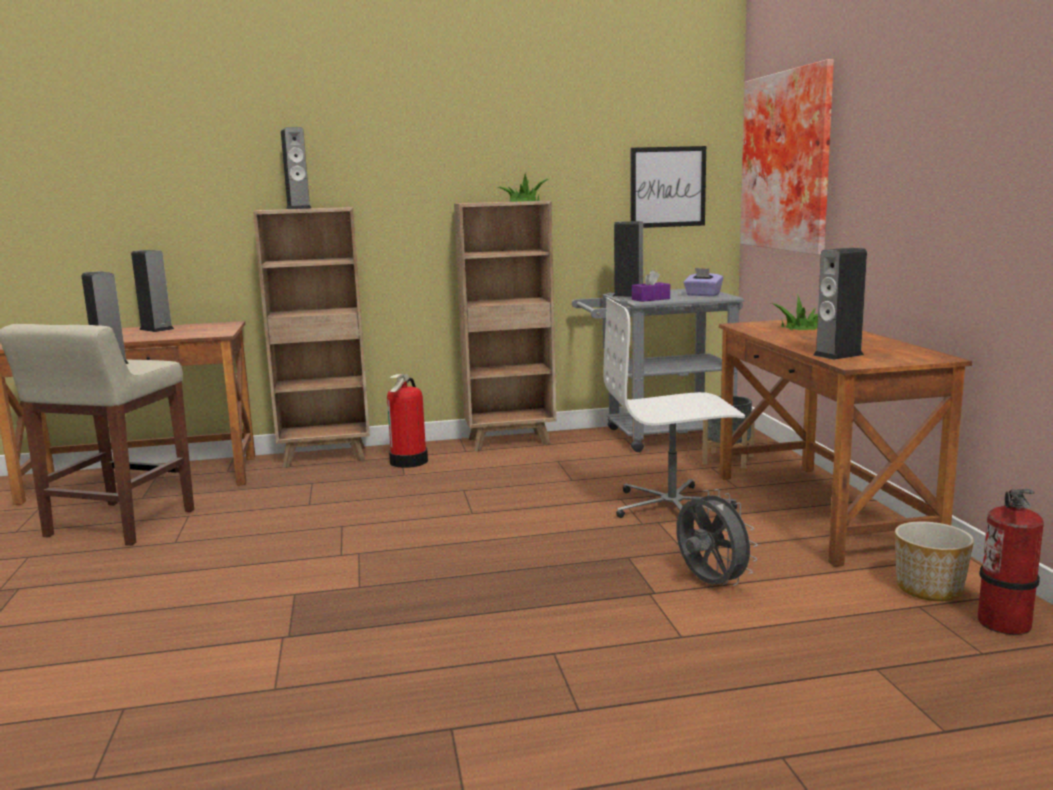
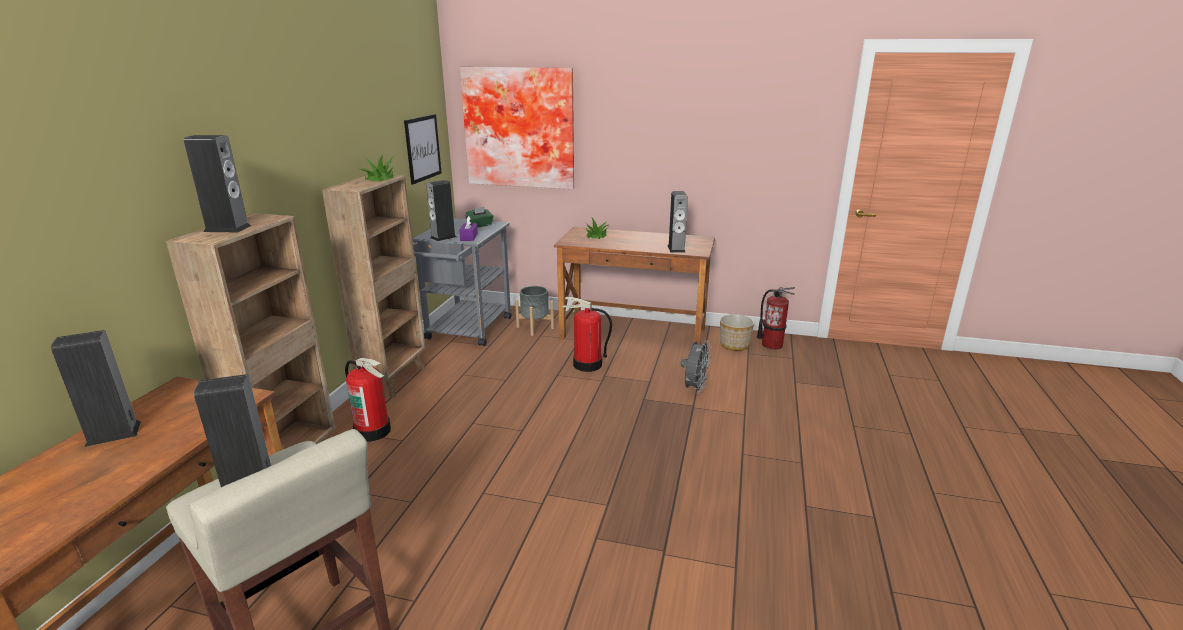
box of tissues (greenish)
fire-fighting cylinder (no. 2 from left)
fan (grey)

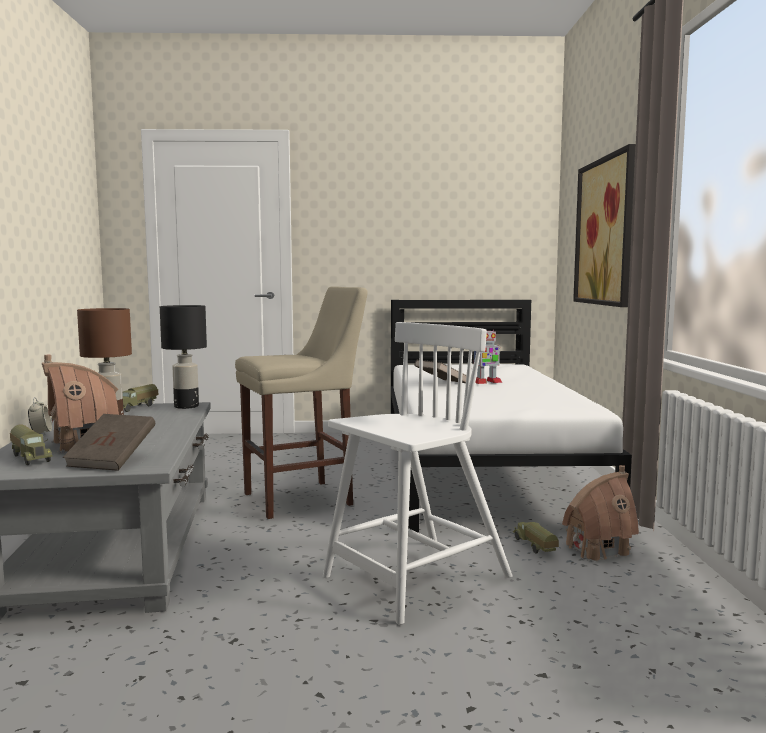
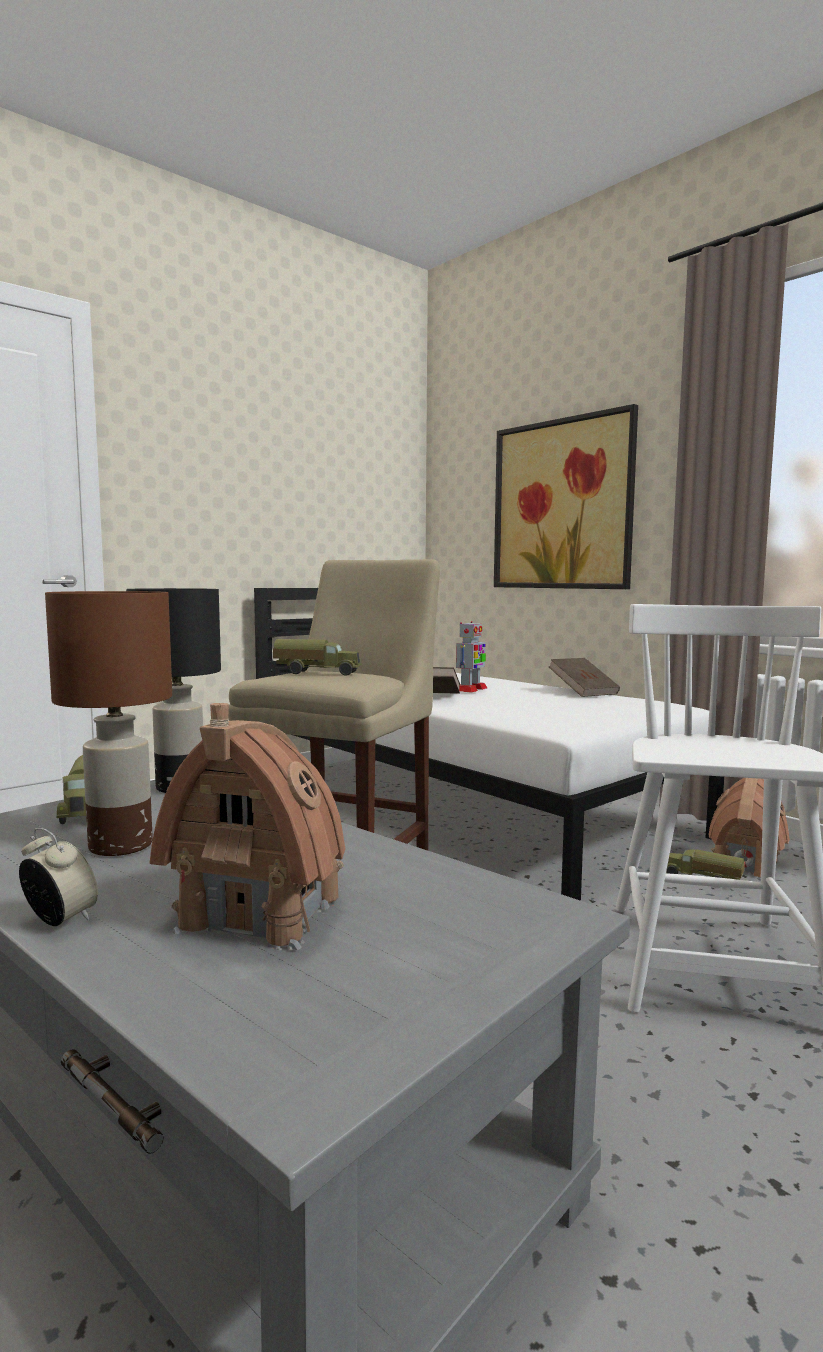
toy lorry (no. 2 from left)
volume (brown) (no. 2 from left)

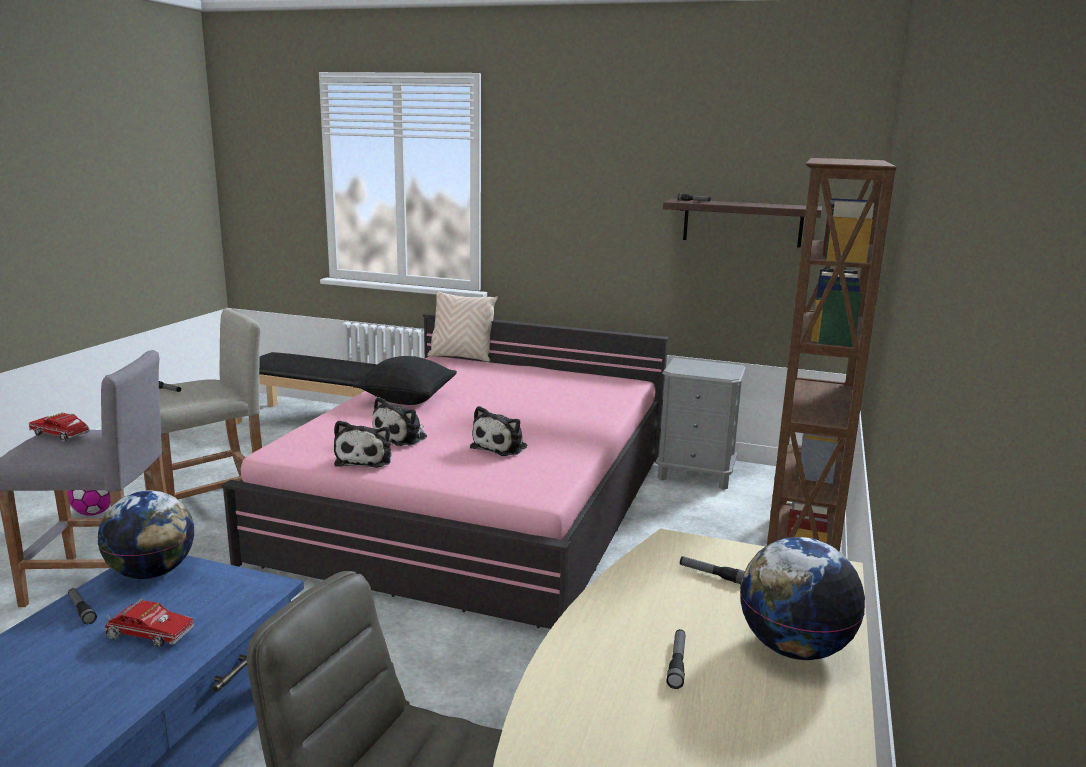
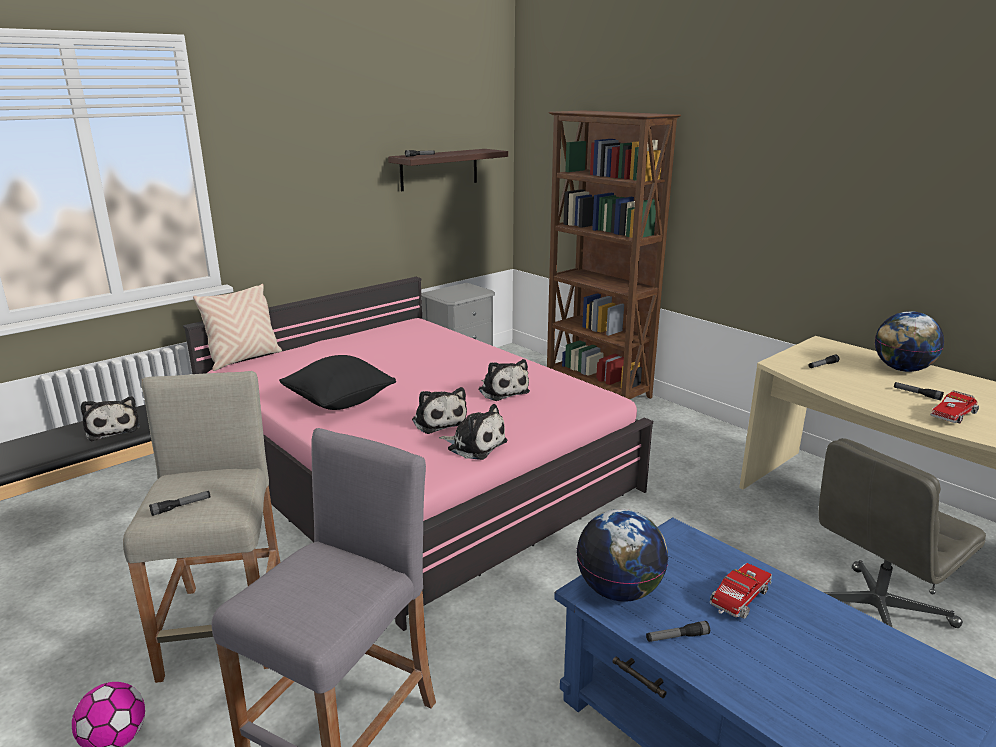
cuddly toy (no. 1 from left)
toy lorry (no. 2 from left)

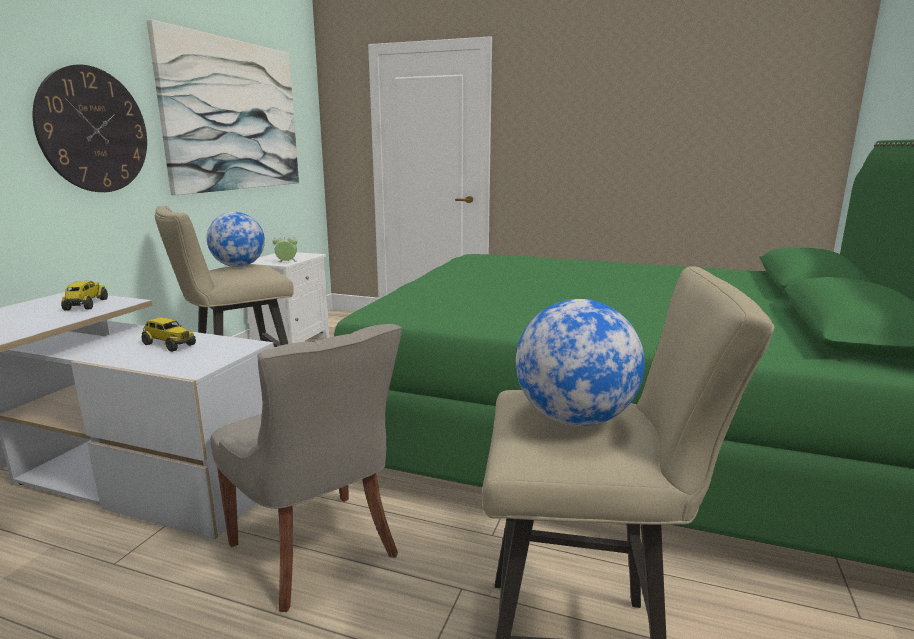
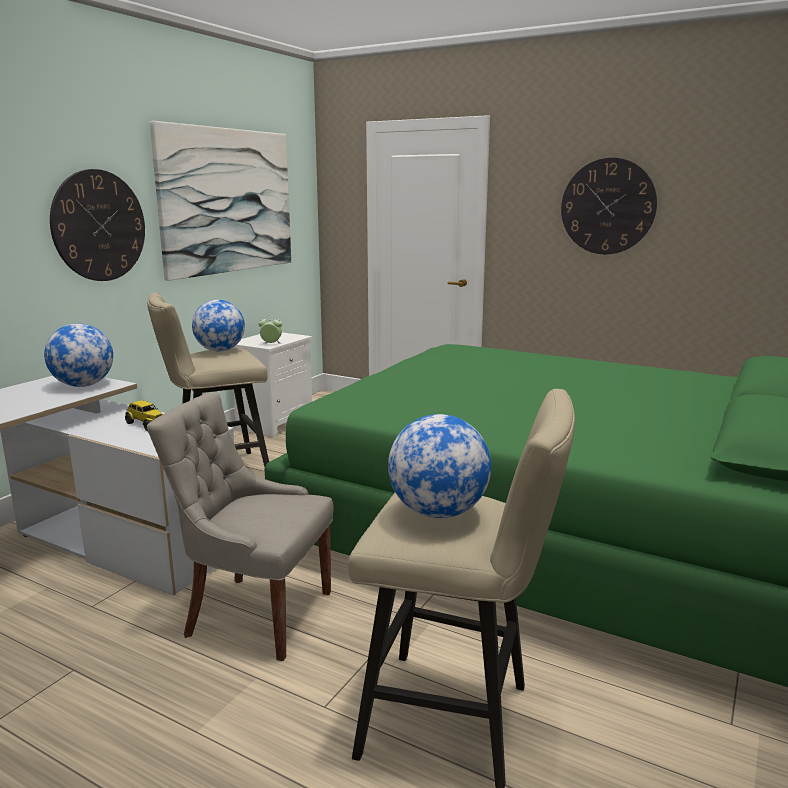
globe (no. 1 from left)
upright chair (grey)
clock on the wall (no. 2 from left)

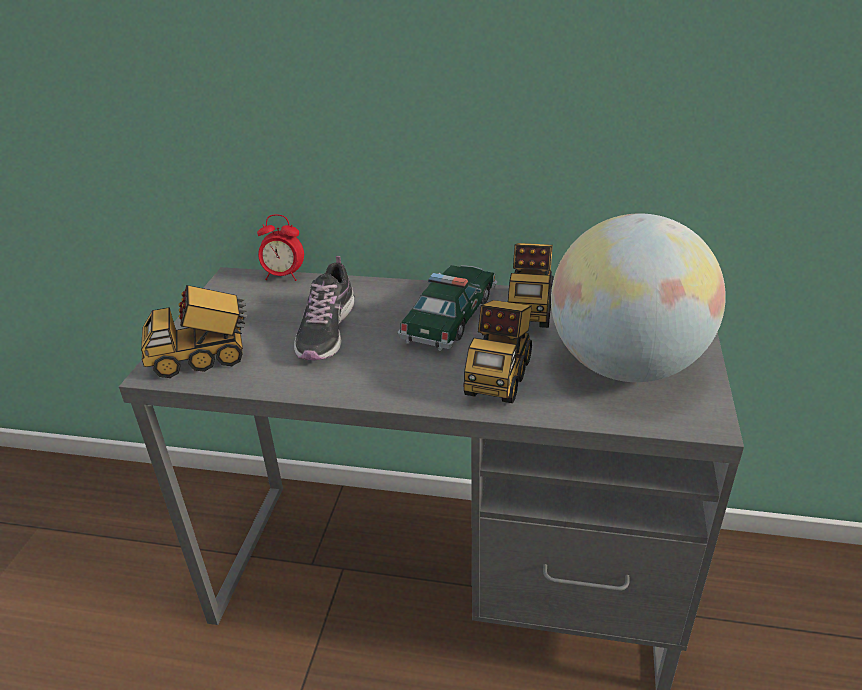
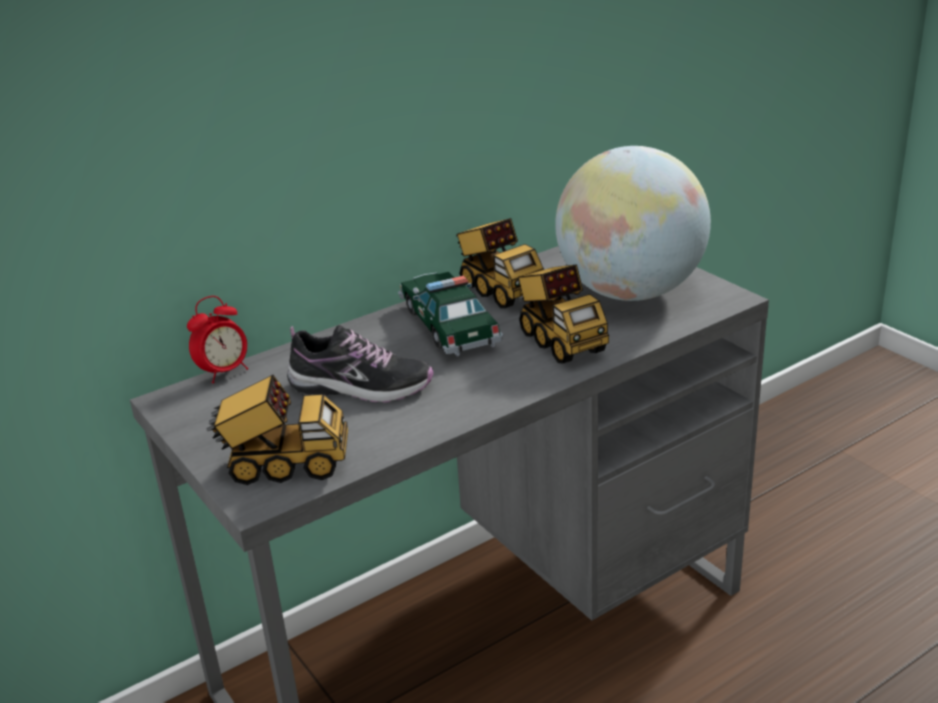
toy lorry (no. 1 from left)
low shoe

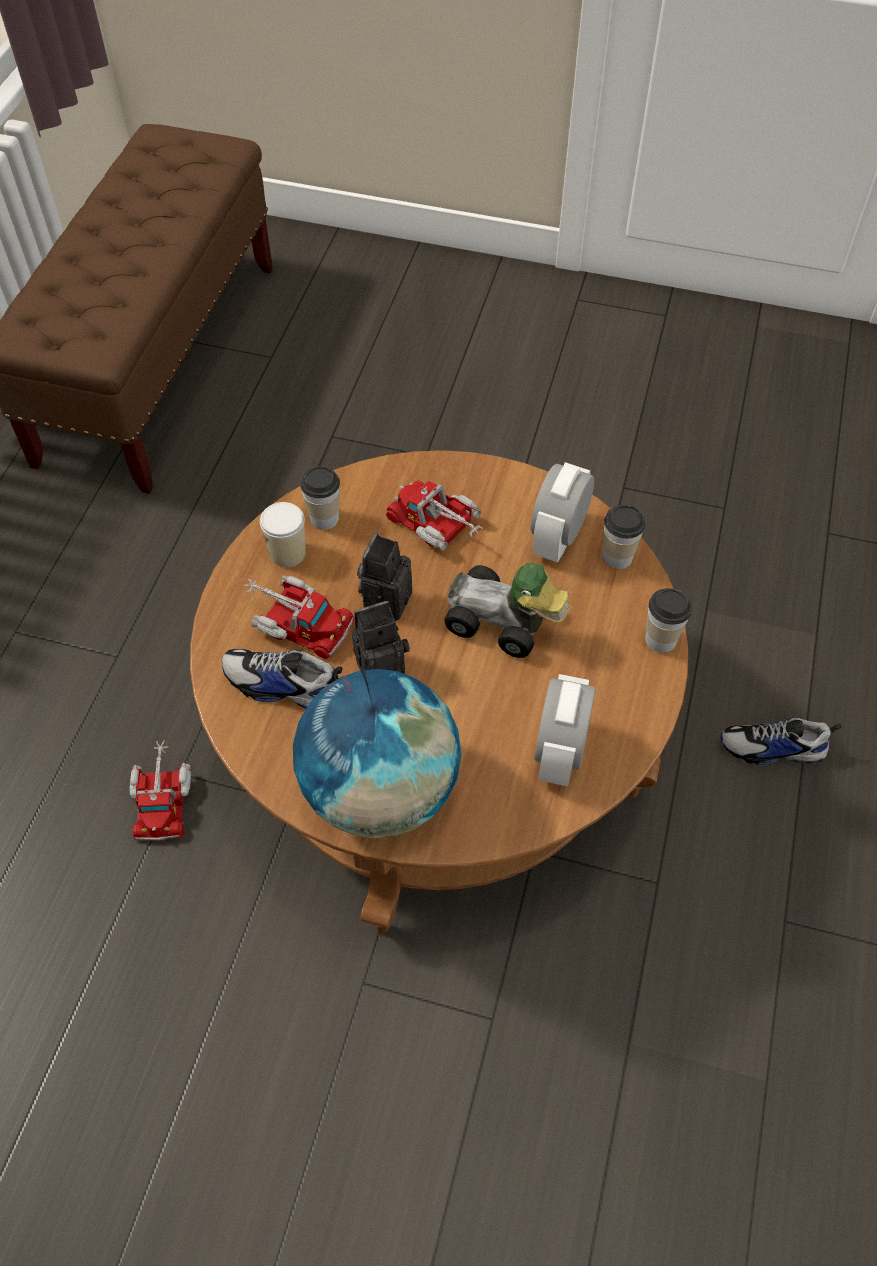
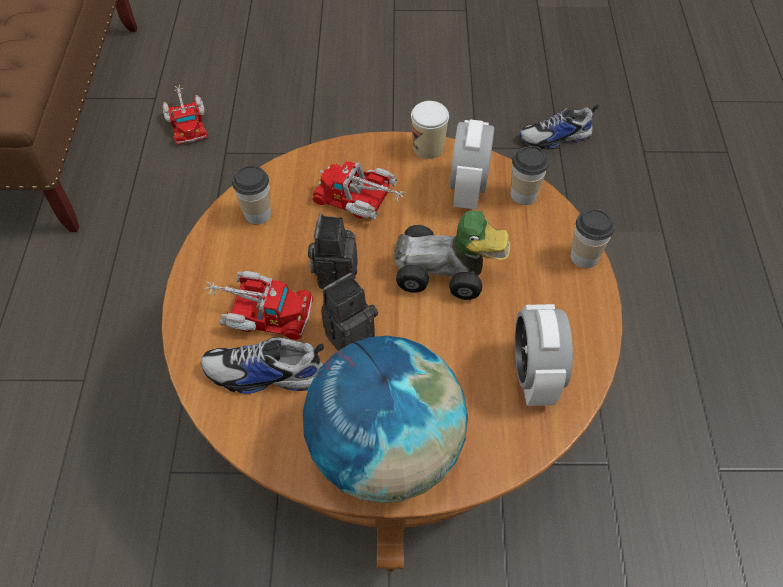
toy lorry (no. 1 from left)
drinking cup (no. 2 from left)
low shoe (no. 2 from left)

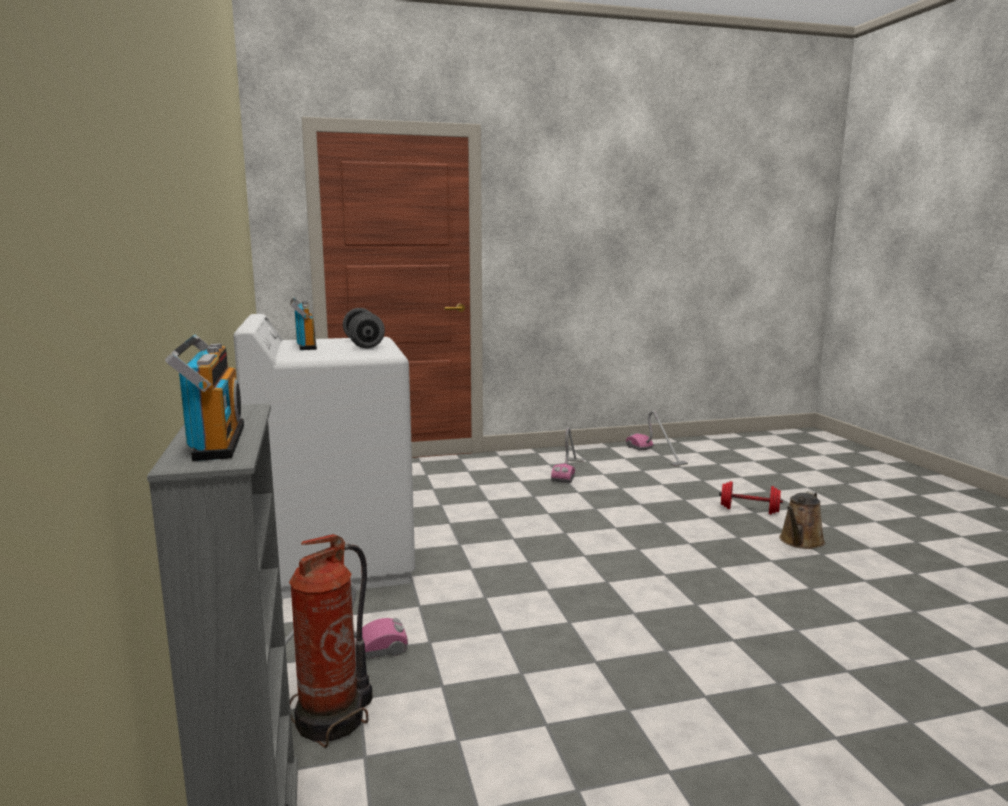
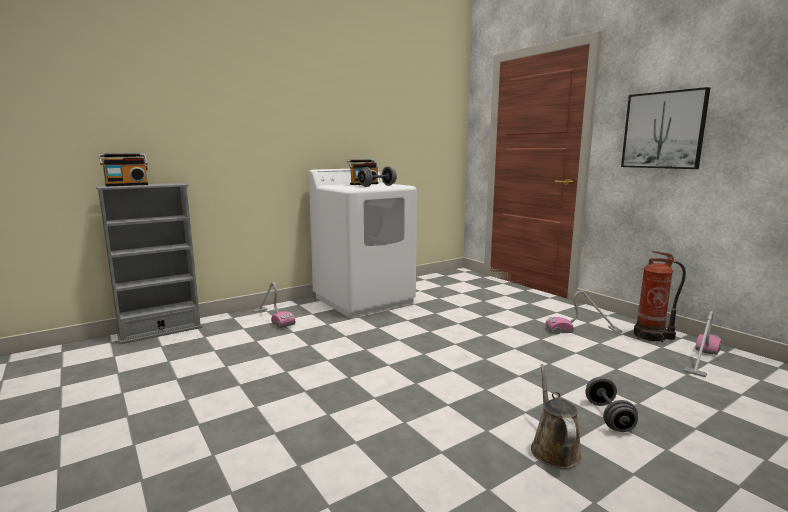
sprinkling can (brown)
free weight (grey) (no. 2 from left)
picture
fire-fighting cylinder

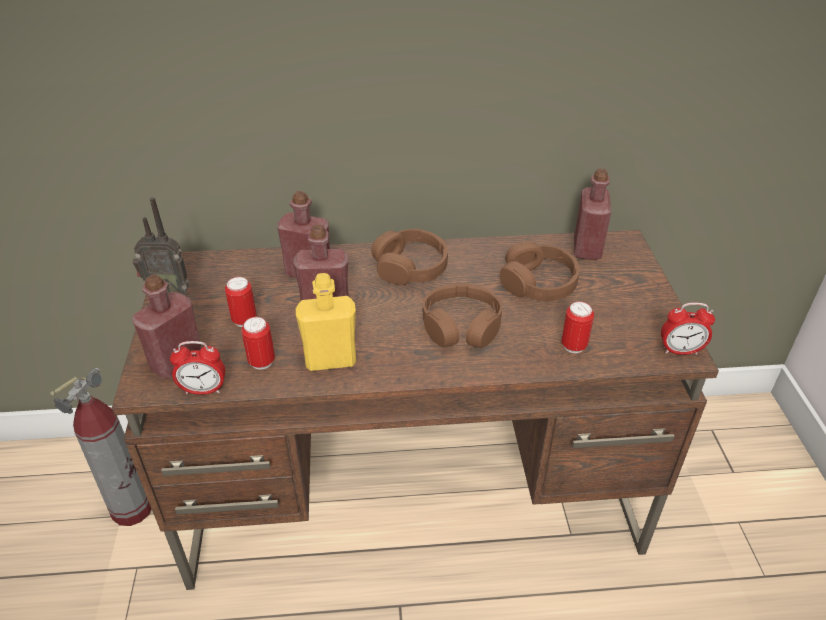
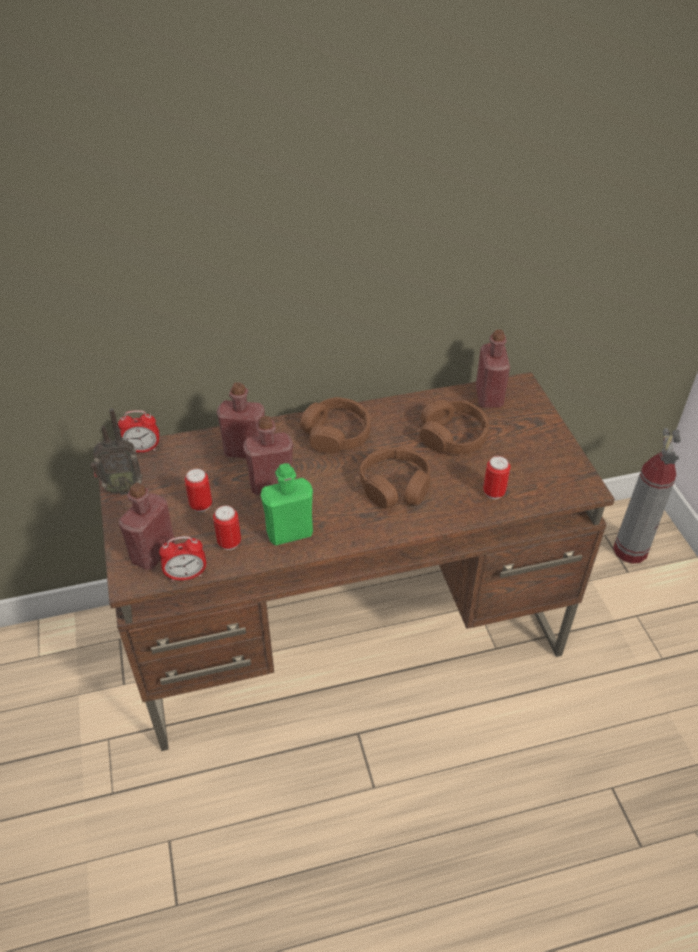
bedside clock (no. 1 from left)
drink bottle (greenish)
fire-fighting cylinder

